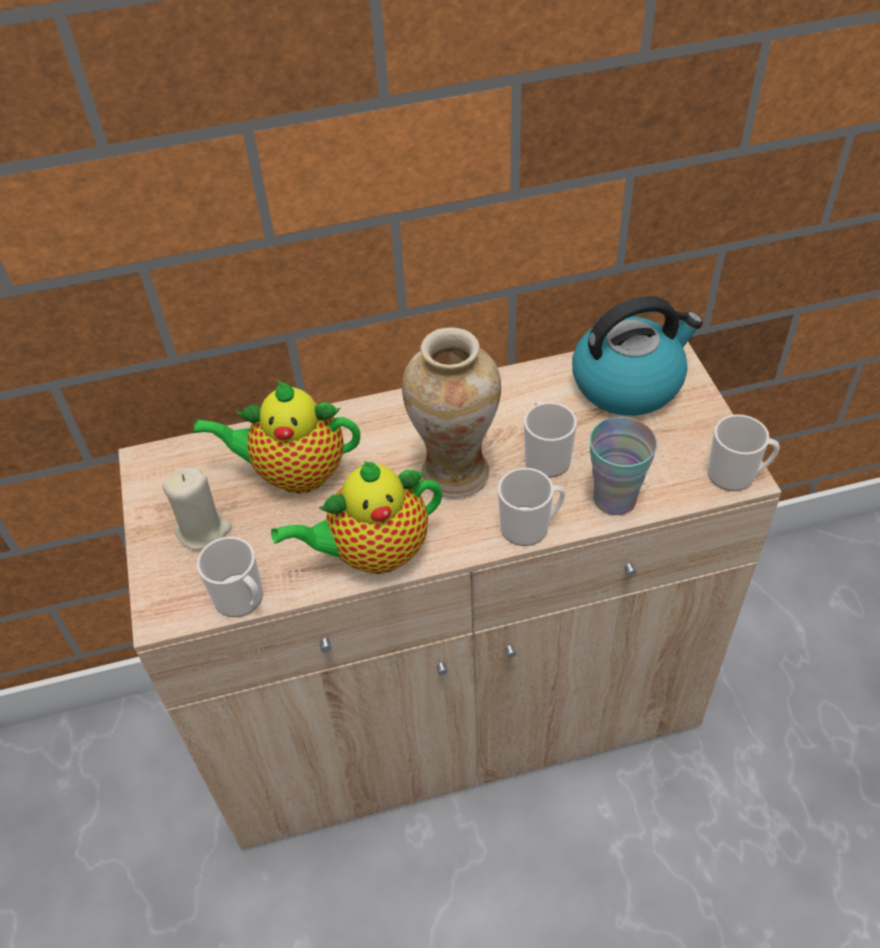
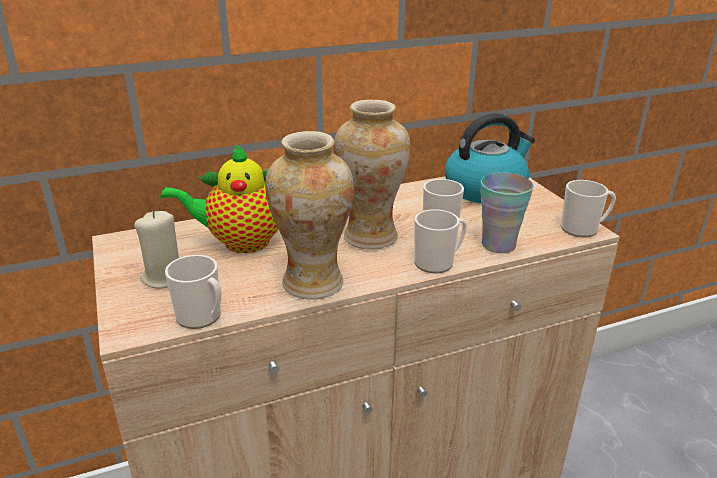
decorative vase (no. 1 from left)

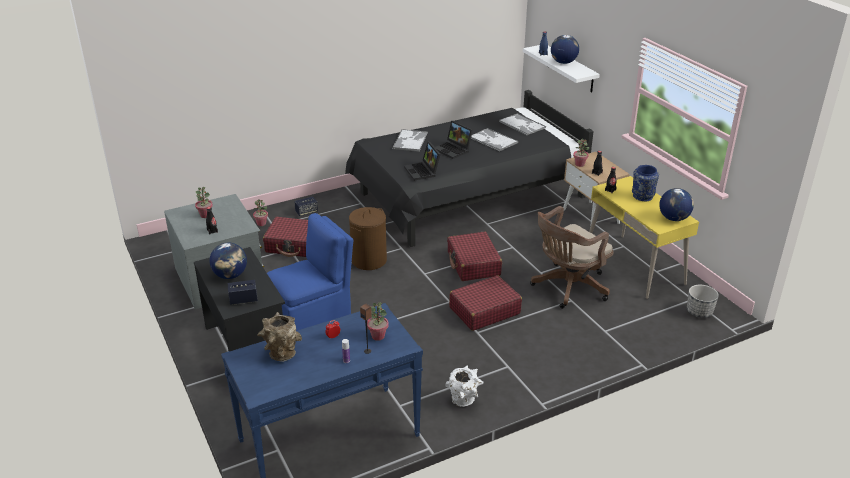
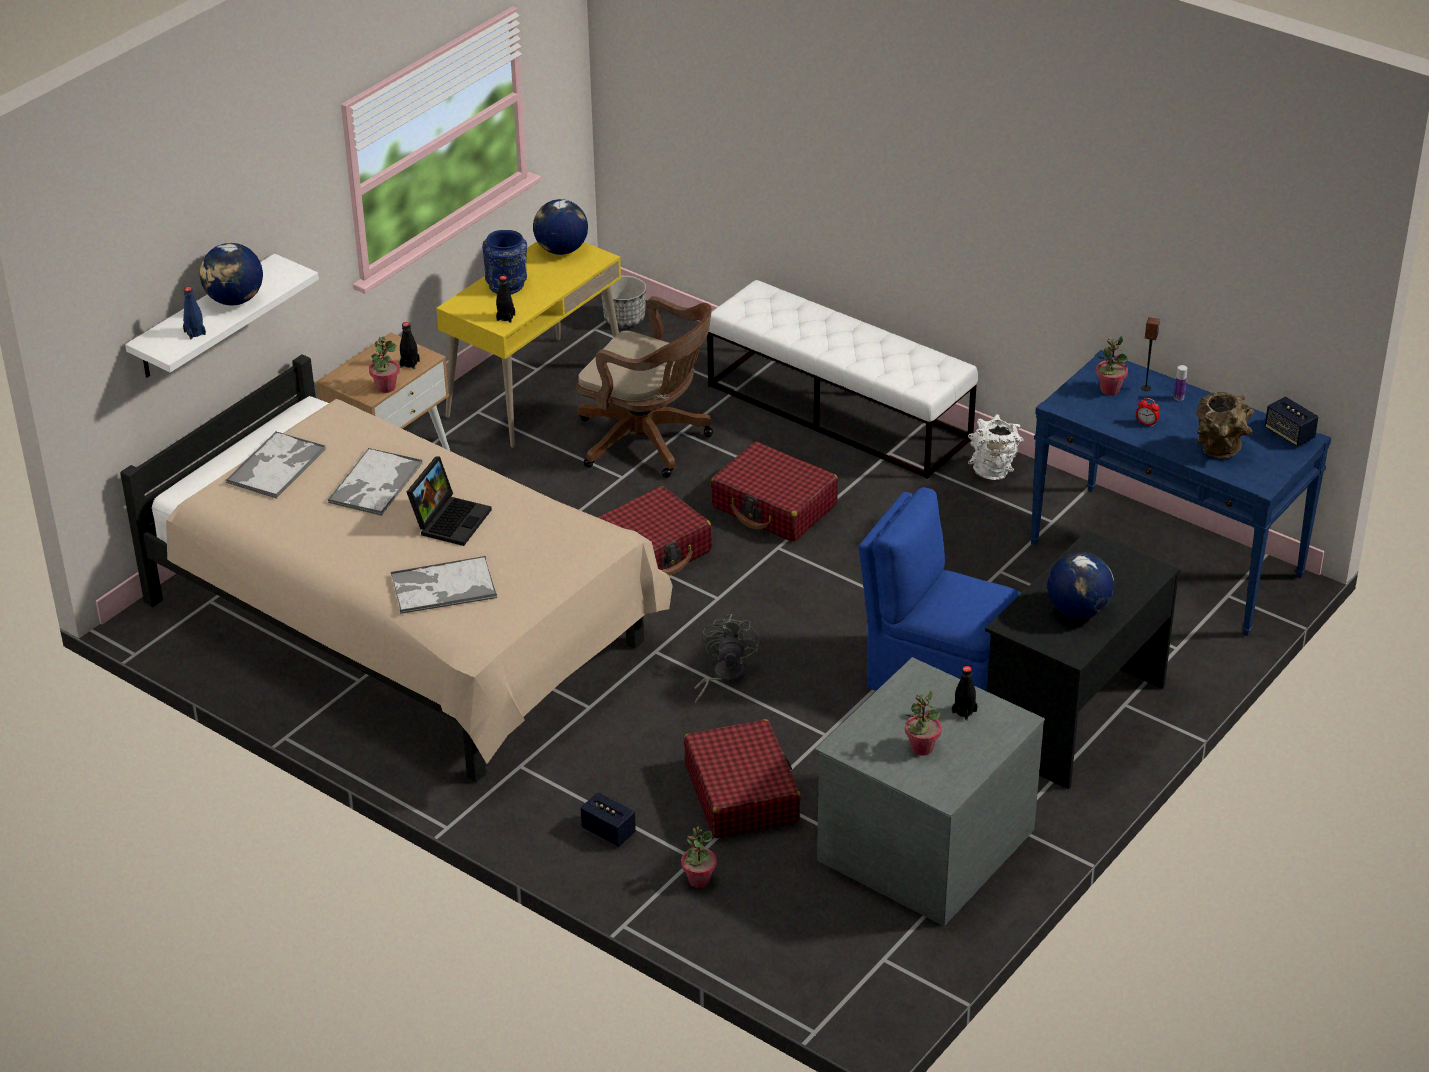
sleeping bed (beige-coloured)
fan (grey)
indoor bench (white-coloured)
loudspeaker (no. 3 from left)
laptop (no. 1 from left in the first image)

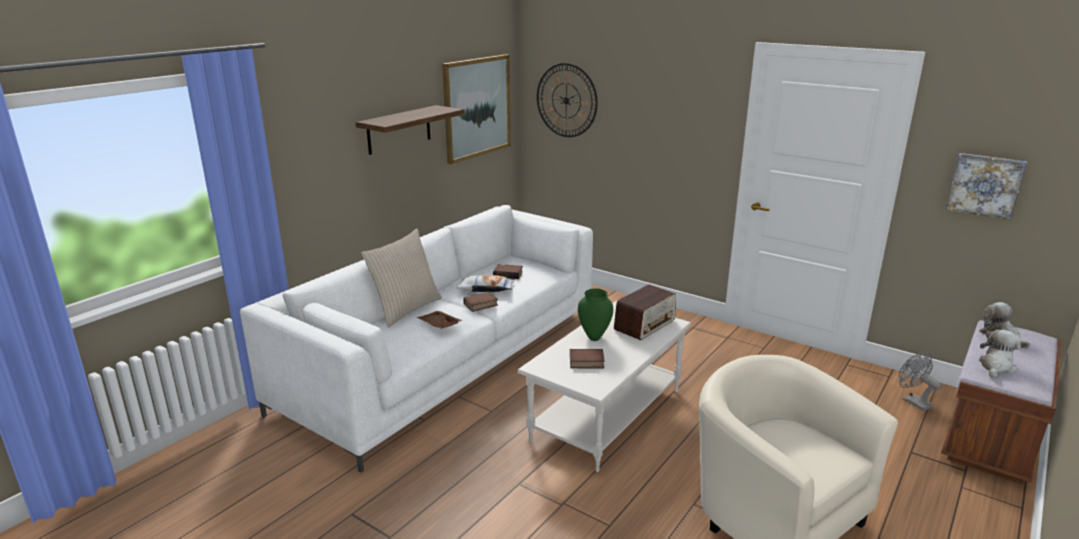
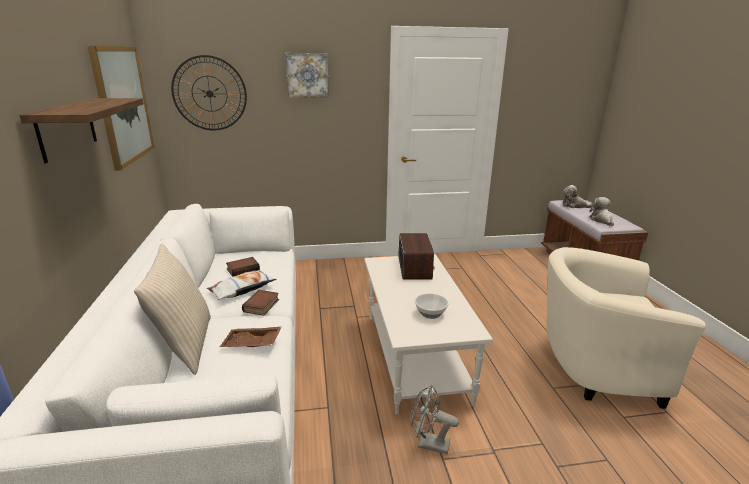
picture (no. 2 from left)
fan (grey)
deep dish
decorative vase (greenish)

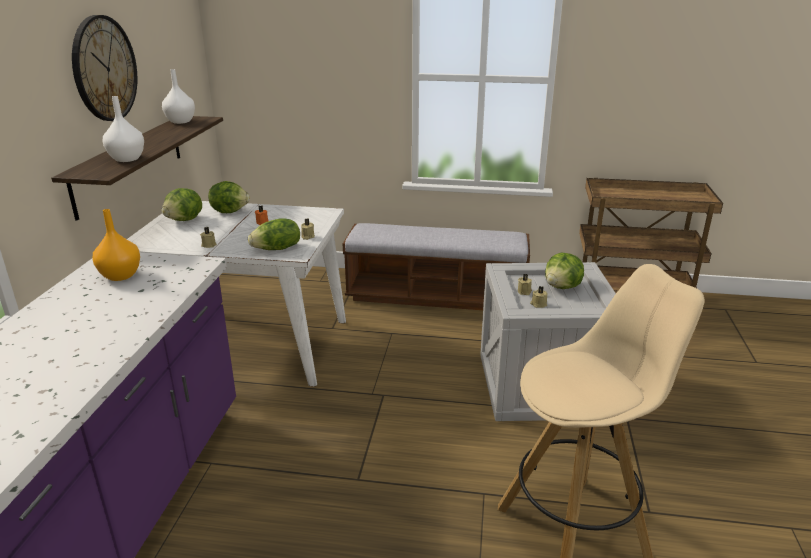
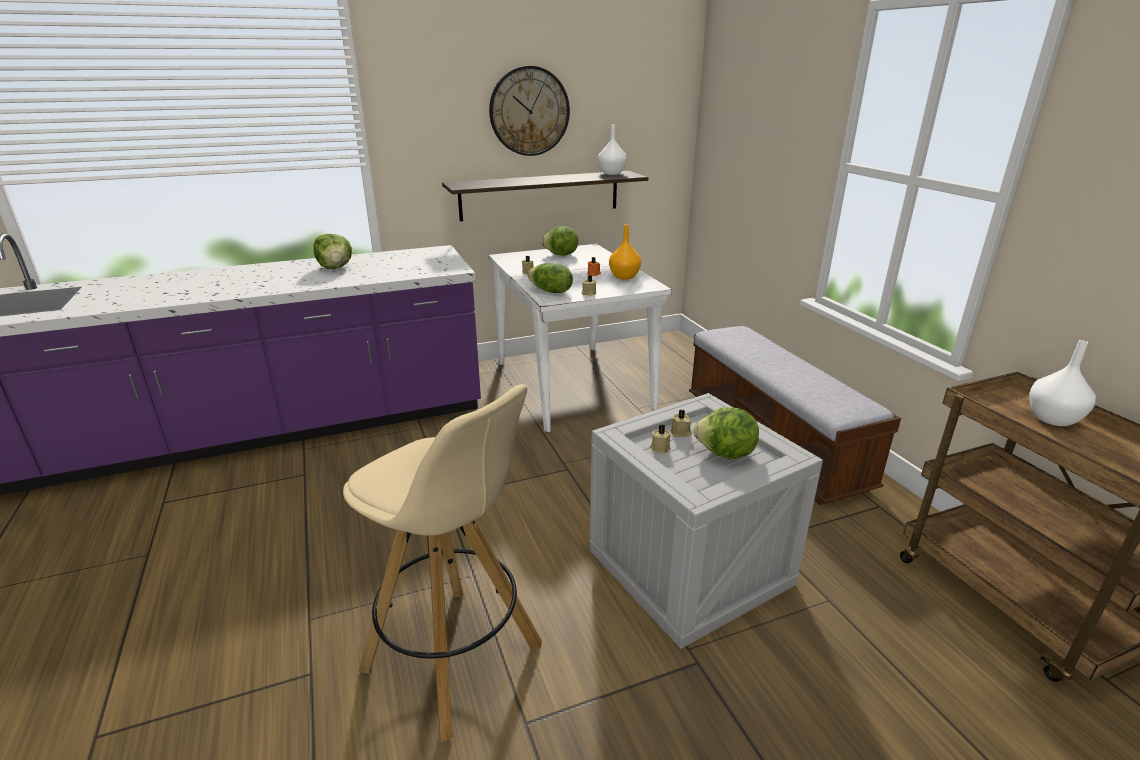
lettuce (no. 1 from left)
decorative vase (orangey)
decorative vase (white-coloured) (no. 2 from left)

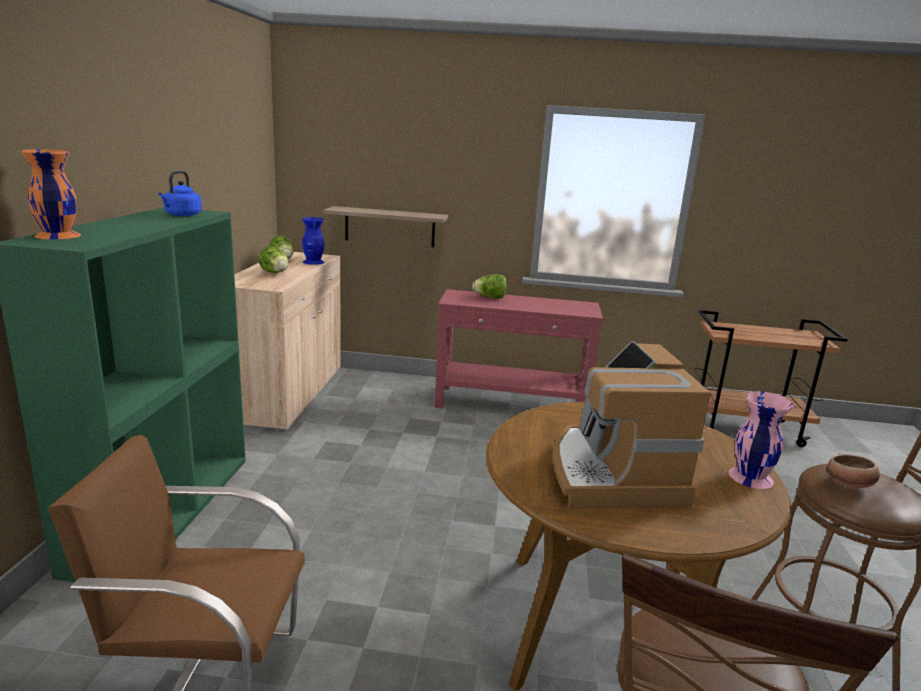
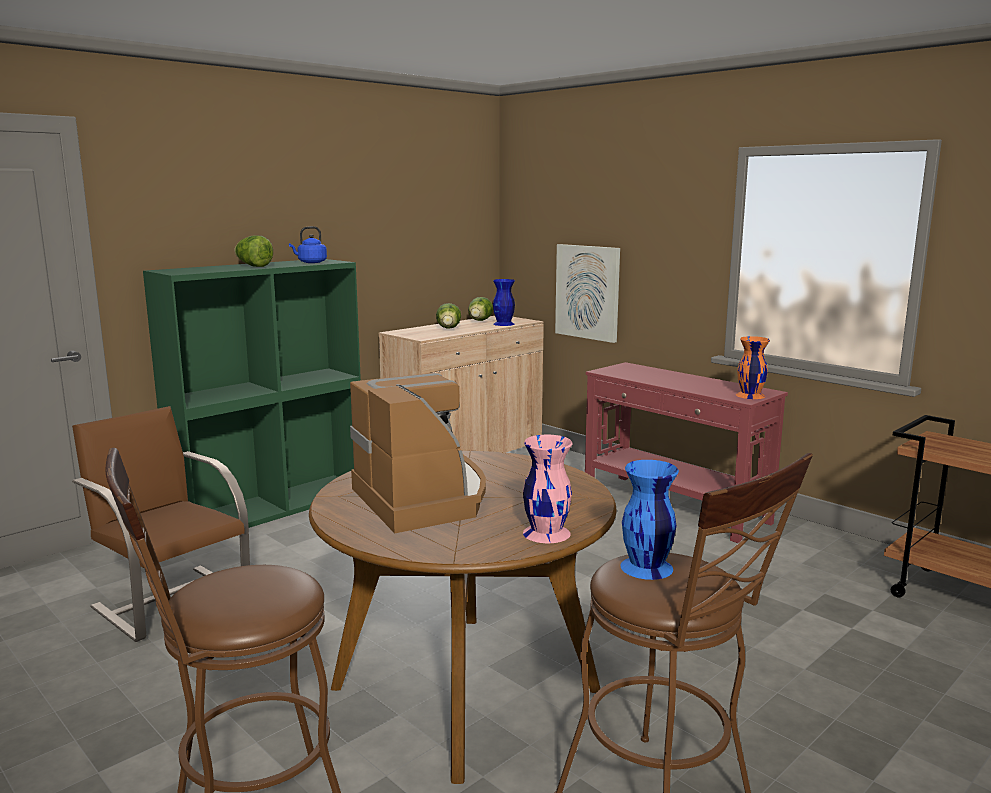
lettuce (no. 1 from left)
coffee brewer
picture
decorative vase (blue-coloured) (no. 2 from left)
decorative vase (orangey)

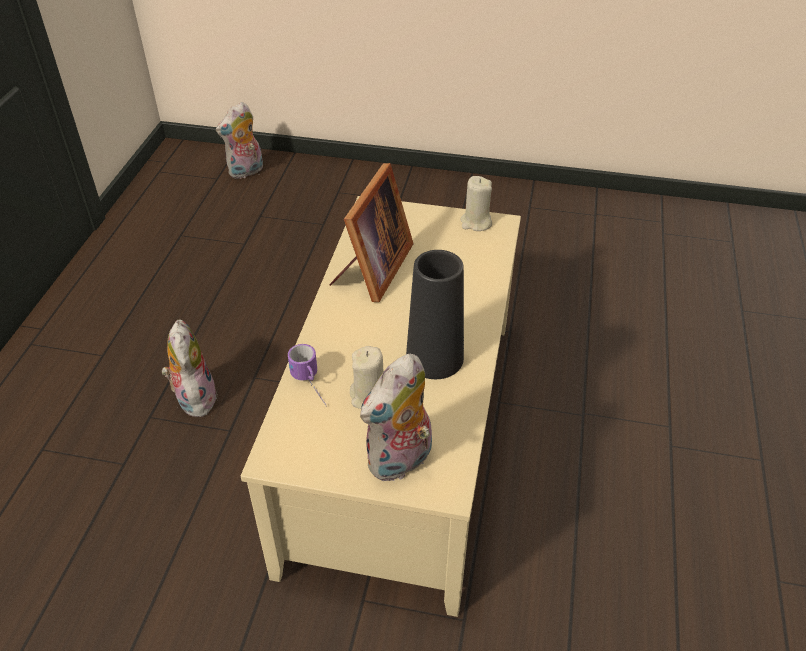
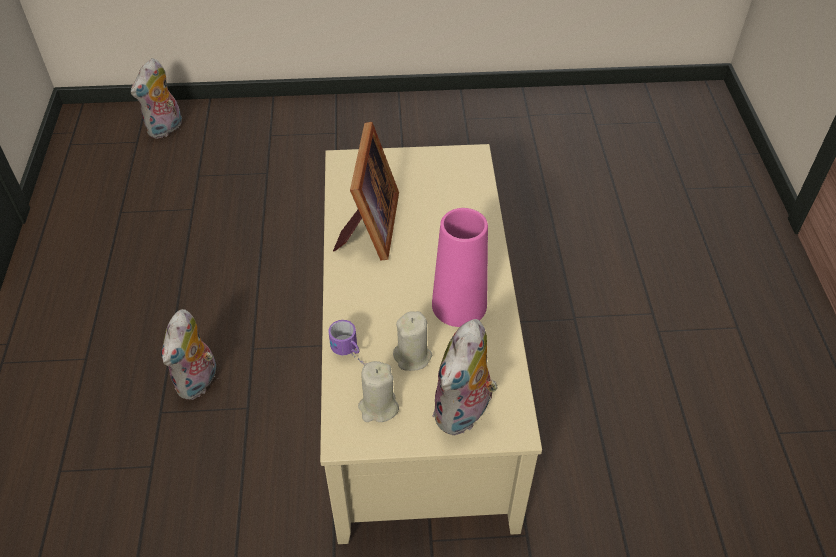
cuddly toy (no. 2 from left)
wax light (beige-coloured) (no. 1 from left)
decorative vase (pink)

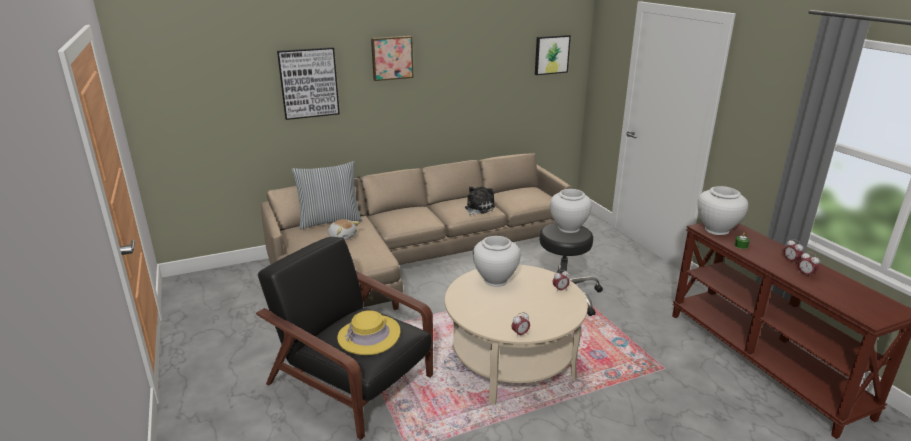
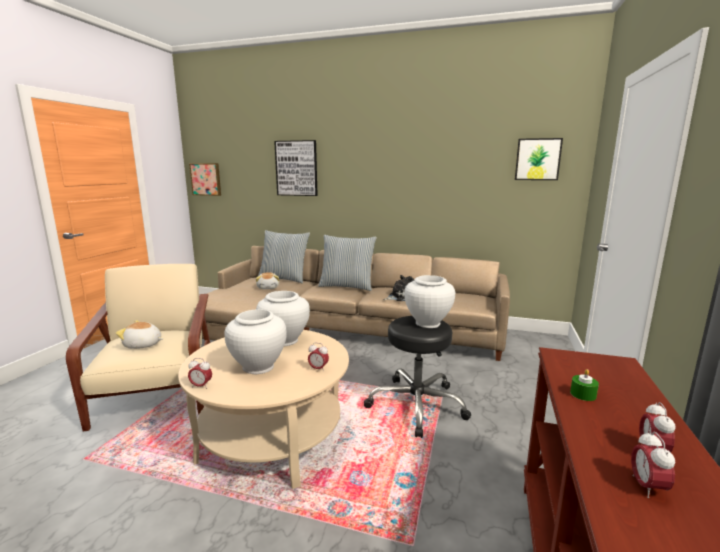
lounge chair (beige-coloured)
cuddly toy (no. 1 from left)
picture (no. 1 from left)
decorative vase (white-coloured) (no. 1 from left)
cushion (no. 2 from left)

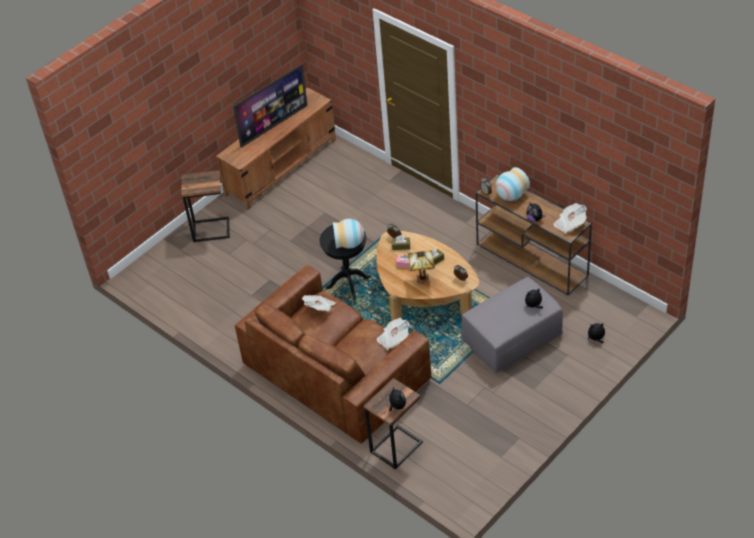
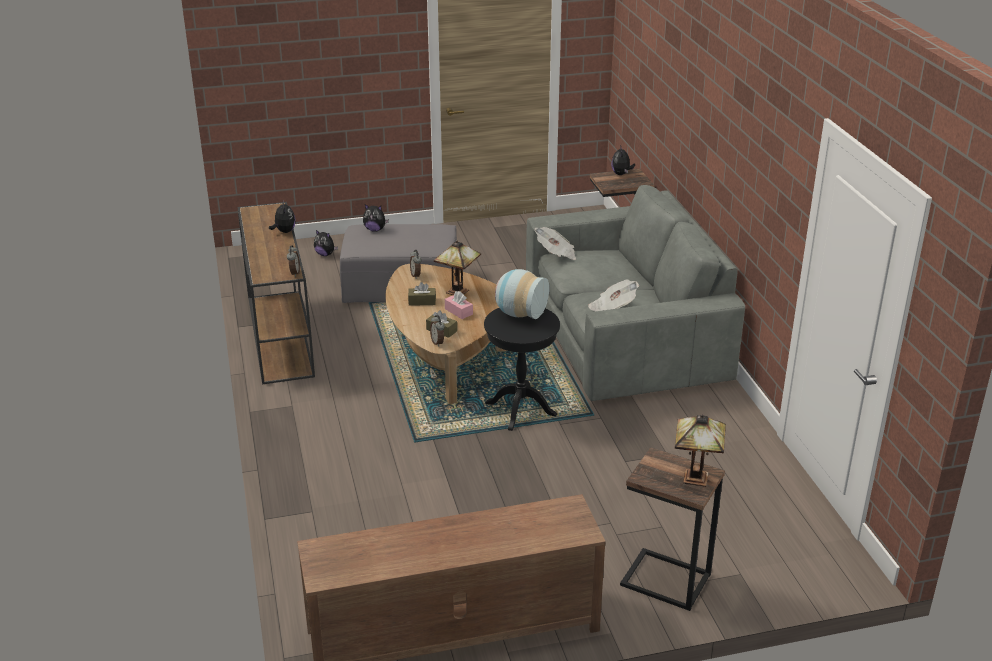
sofa (grey)
lamp for a table (no. 2 from left)
TV set
decorative vase (no. 2 from left in the first image)
daily paper (no. 3 from left in the first image)

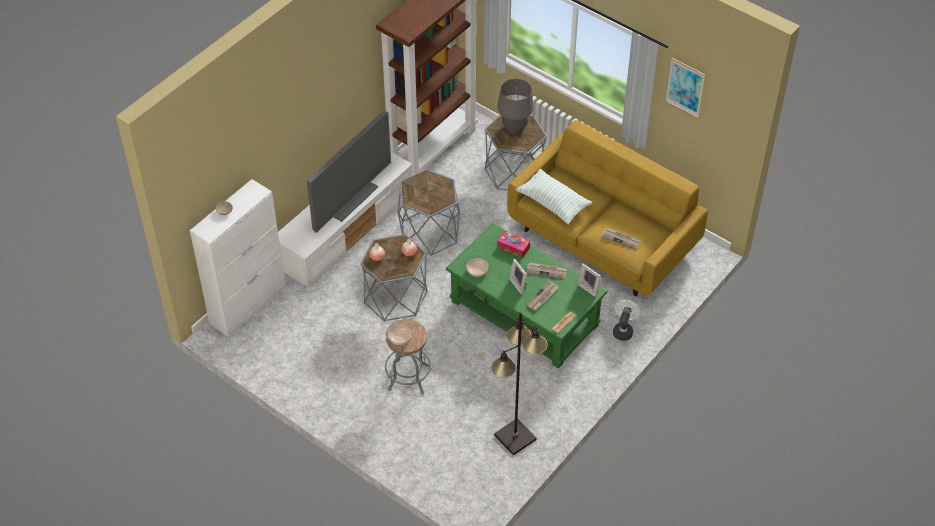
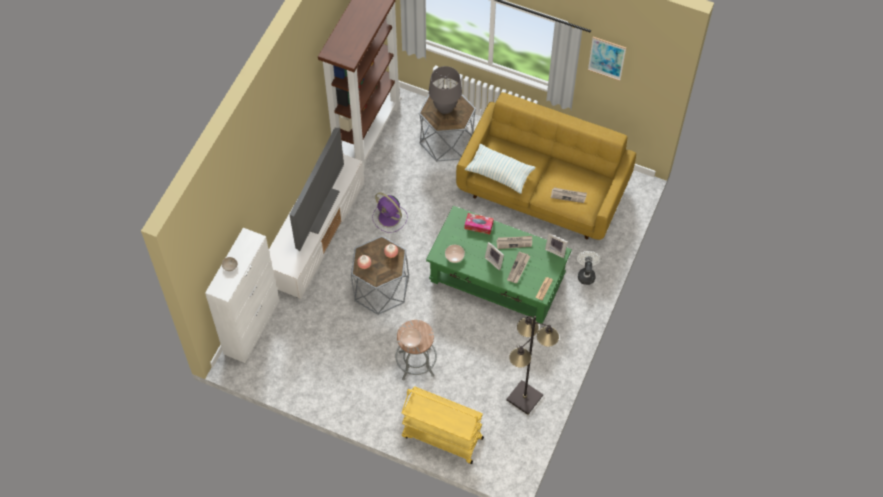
fan (purple-coloured)
wheeled cart (yellowish)

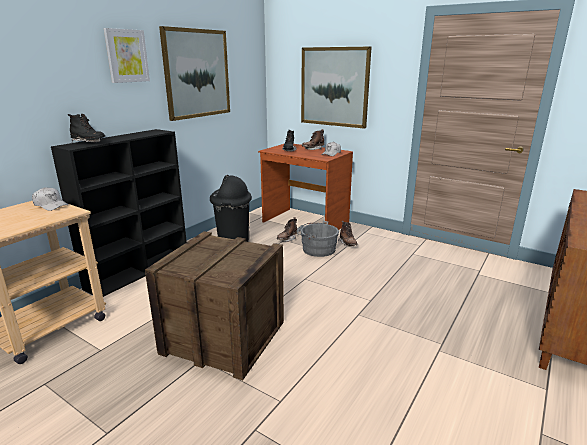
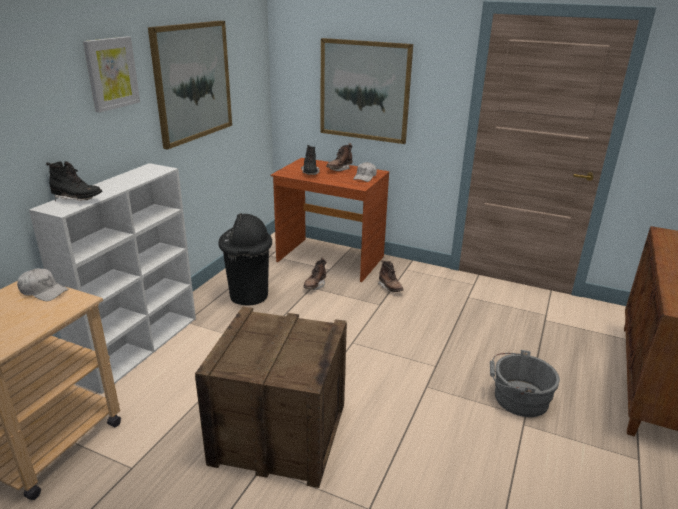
bookcase (white-coloured)
bucket (grey)

